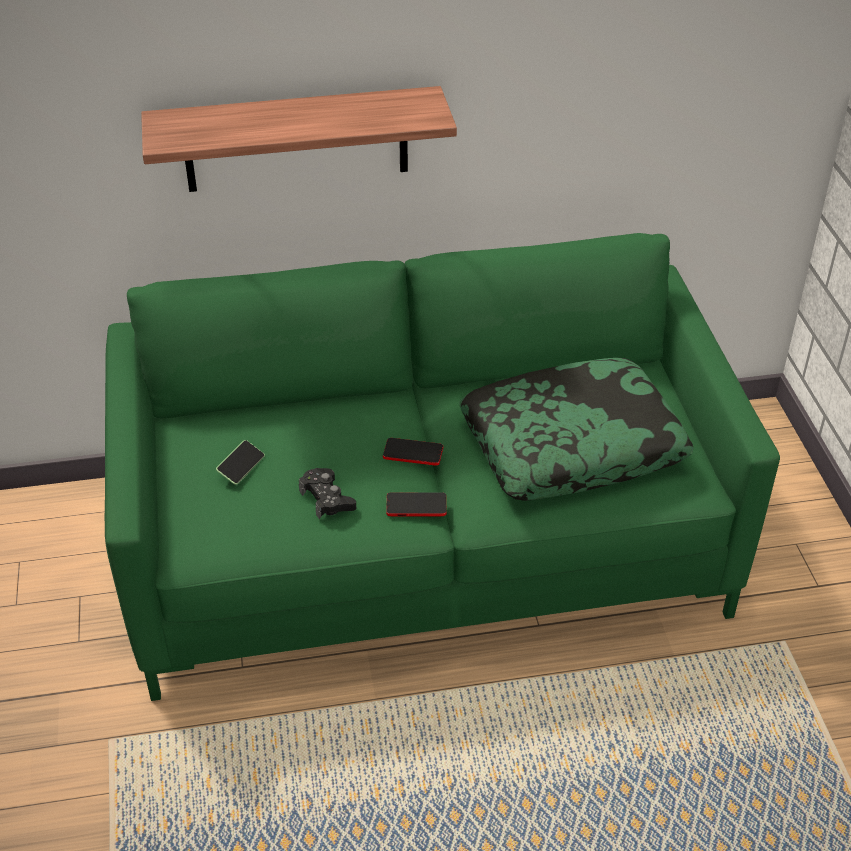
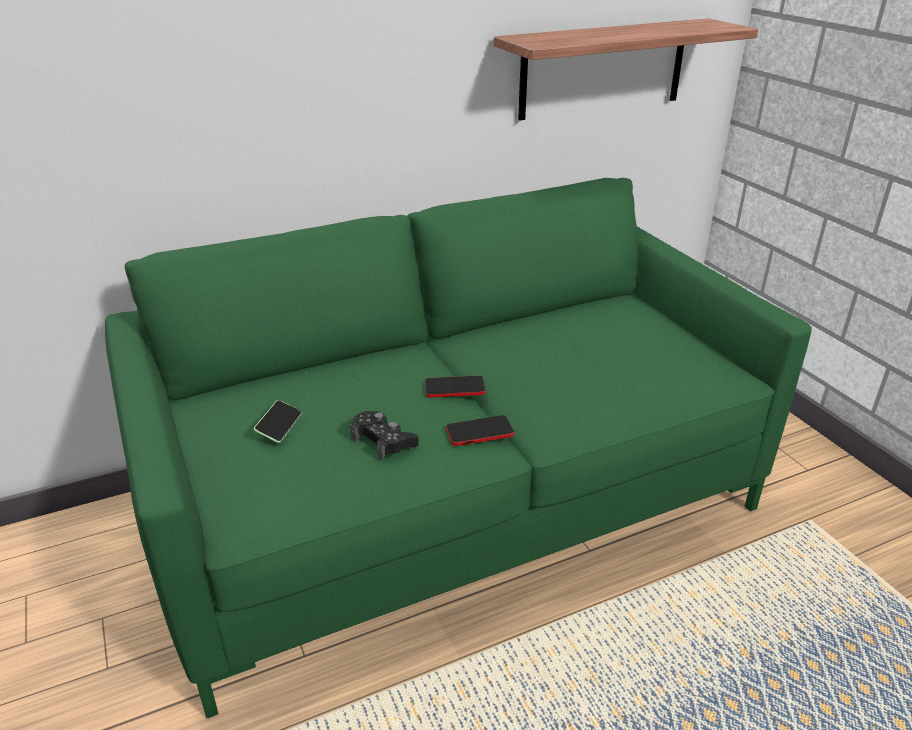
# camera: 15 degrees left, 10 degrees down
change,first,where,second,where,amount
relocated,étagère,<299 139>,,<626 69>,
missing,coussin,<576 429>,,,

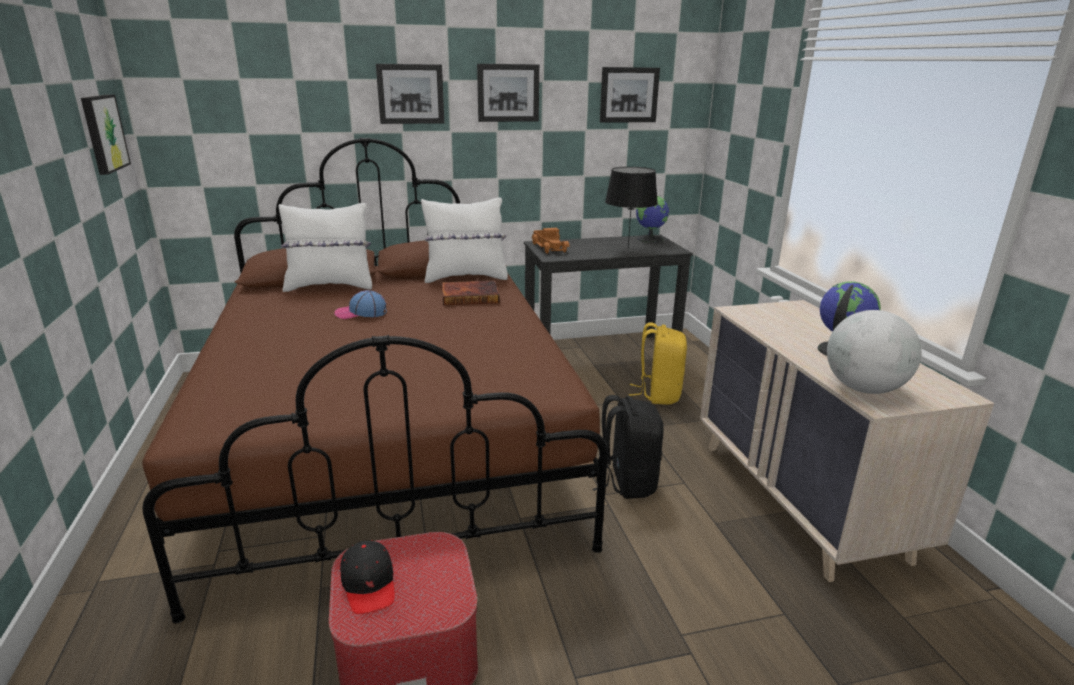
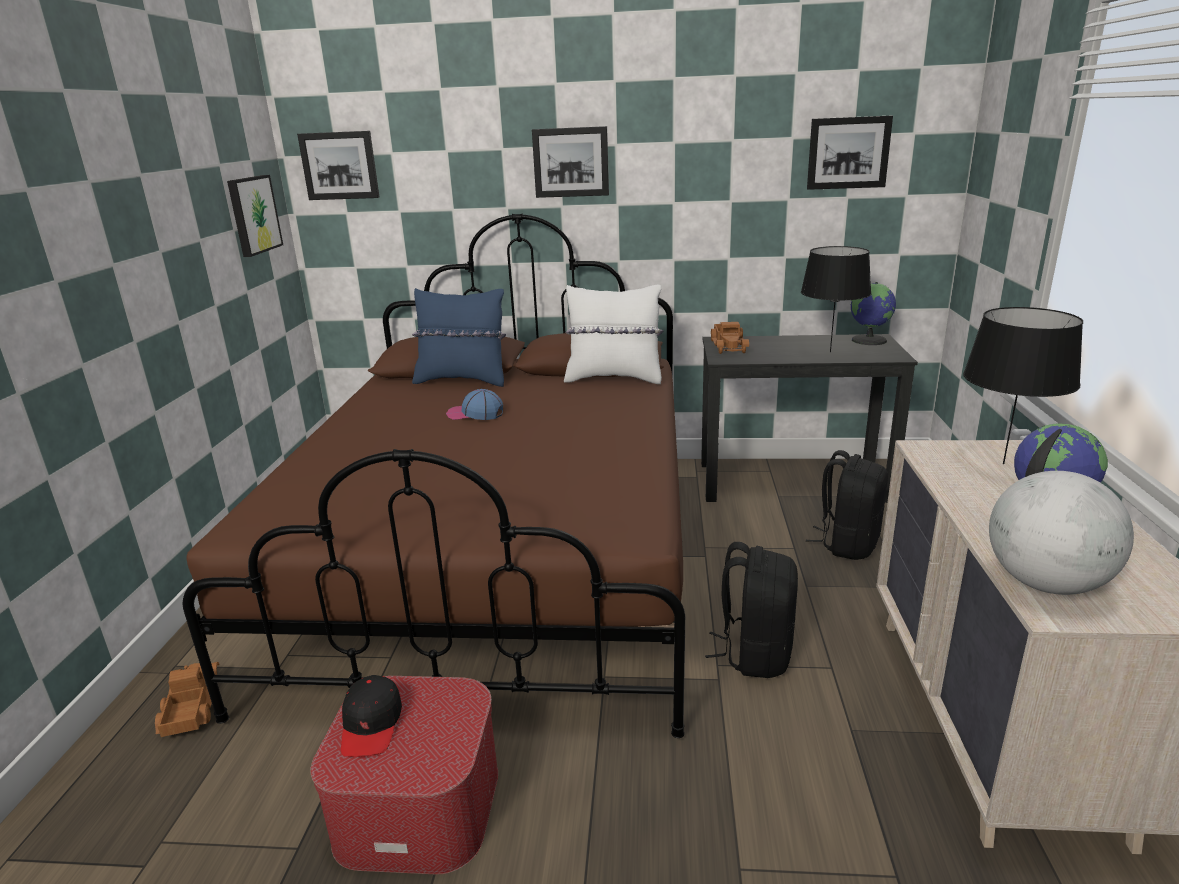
# camera: 20 degrees right, 0 degrees up
change,first,where,second,where,amount
appeared,,,camion jouet,<187 699>,
relocated,tableau,<508 93>,,<338 165>,
colour,coussin [blanc],<325 247>,coussin [bleu],<459 337>,
colour,sac à dos [jaune],<658 364>,sac à dos [noir],<847 505>,
appeared,,,lampe de table [noir],<1023 385>,
missing,livre,<470 293>,,,

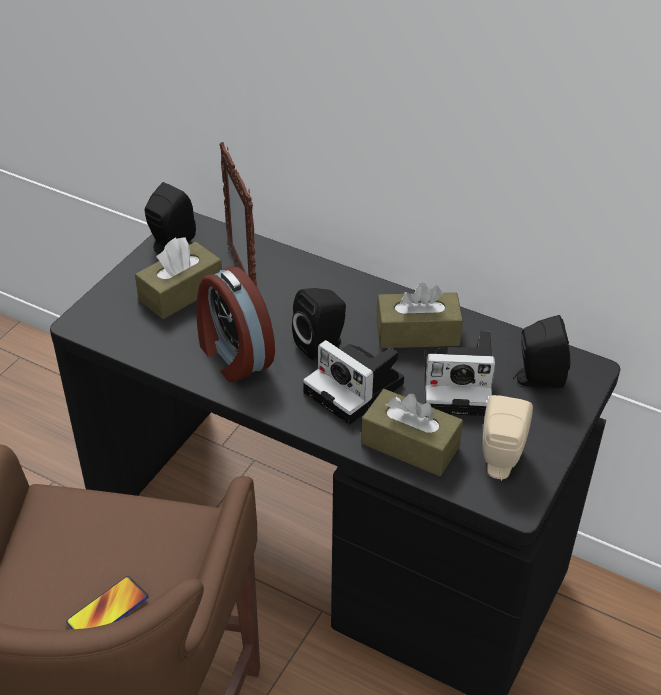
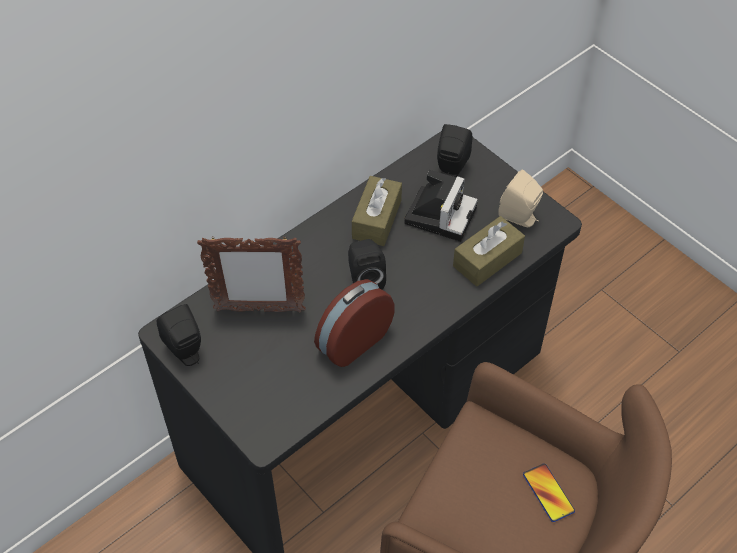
# camera: 70 degrees left, 10 degrees up
change,first,where,second,where,amount
spun,réveil,<236 324>,,<354 323>,150 degrees clockwise
missing,boîte à mouchoirs [marron],<178 278>,,,
missing,appareil photo,<353 382>,,,

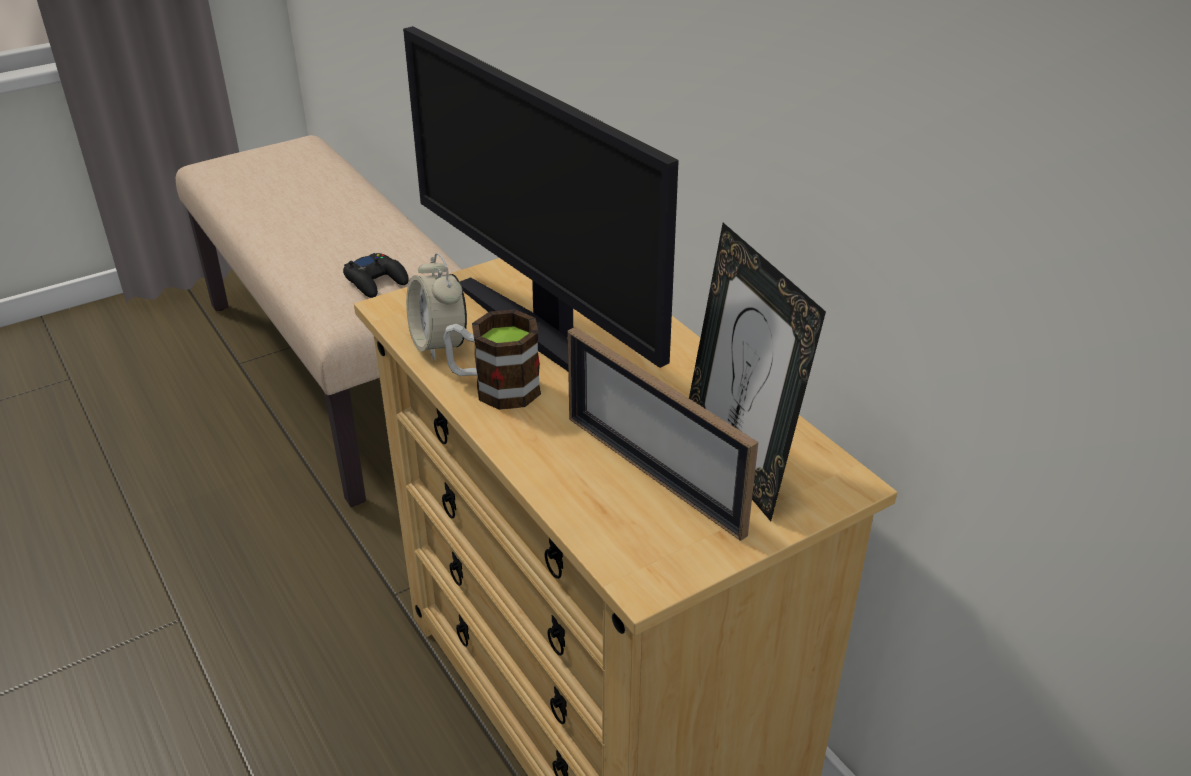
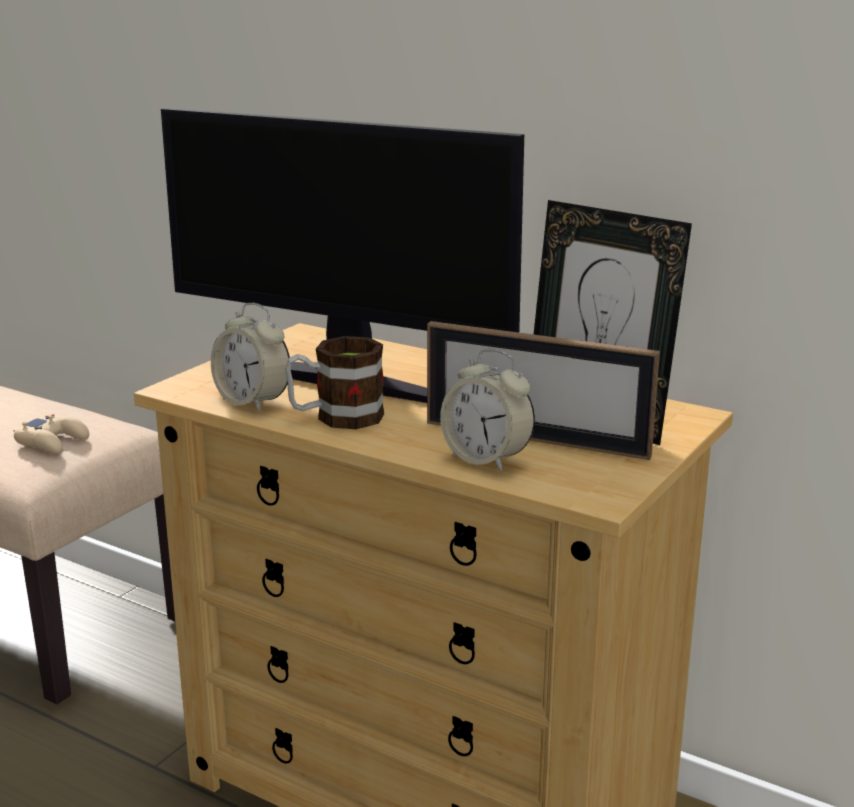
# camera: 25 degrees left, 15 degrees down
change,first,where,second,where,amount
colour,manette [noir],<376 275>,manette [beige],<51 434>,
appeared,,,réveil,<487 410>,

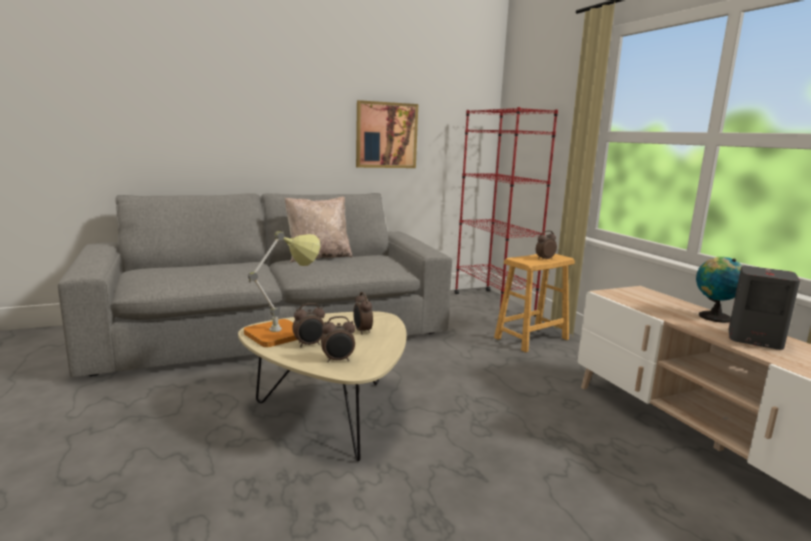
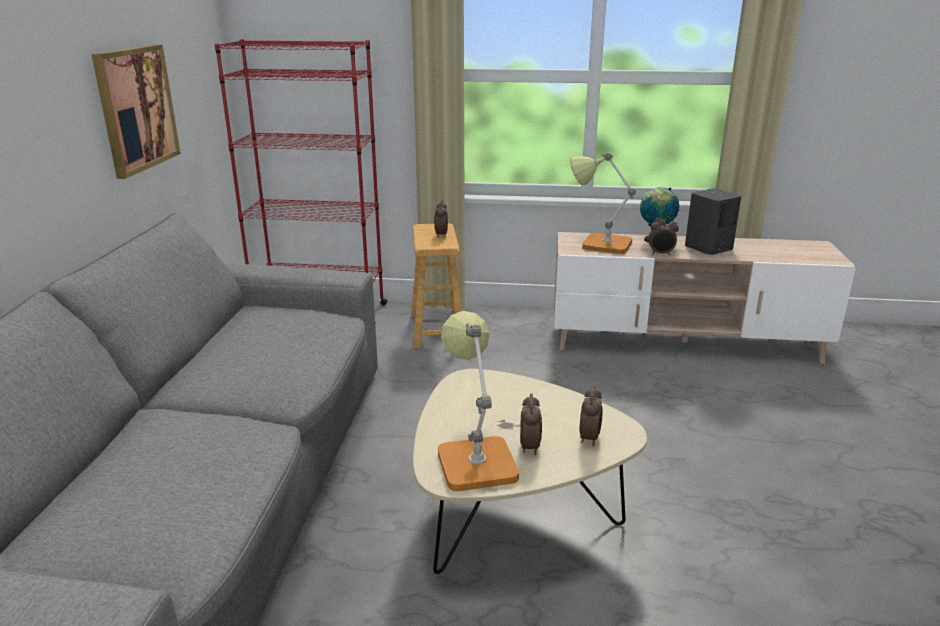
# camera: 60 degrees left, 10 degrees up
change,first,where,second,where,amount
appeared,,,lampe de table,<603 203>,
relocated,réveil,<363 313>,,<664 236>,
missing,coussin [beige],<319 230>,,,

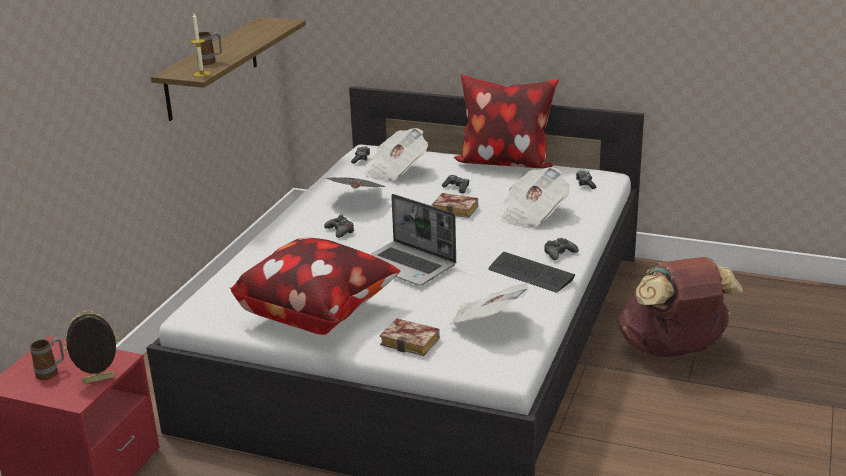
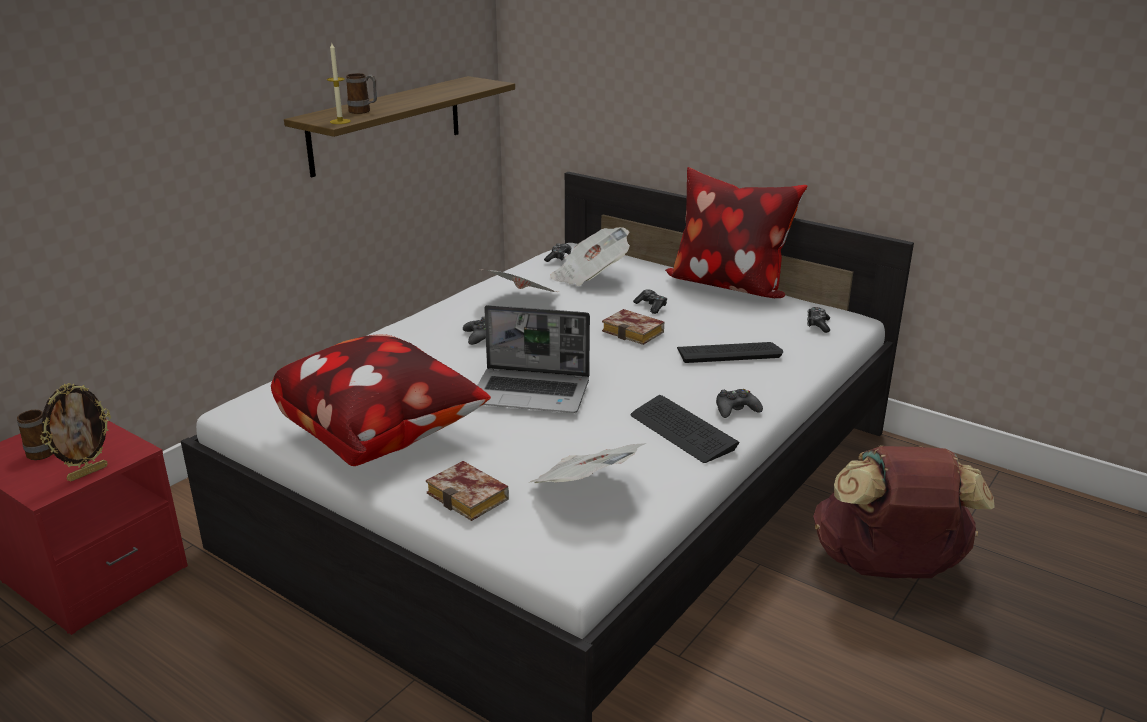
# camera: 15 degrees right, 0 degrees up
change,first,where,second,where,amount
spun,cadre photo,<91 346>,,<75 432>,135 degrees clockwise
spun,ordinateur portable,<413 240>,,<533 359>,45 degrees counterclockwise
exchanged,journal,<535 196>,clavier,<730 352>,

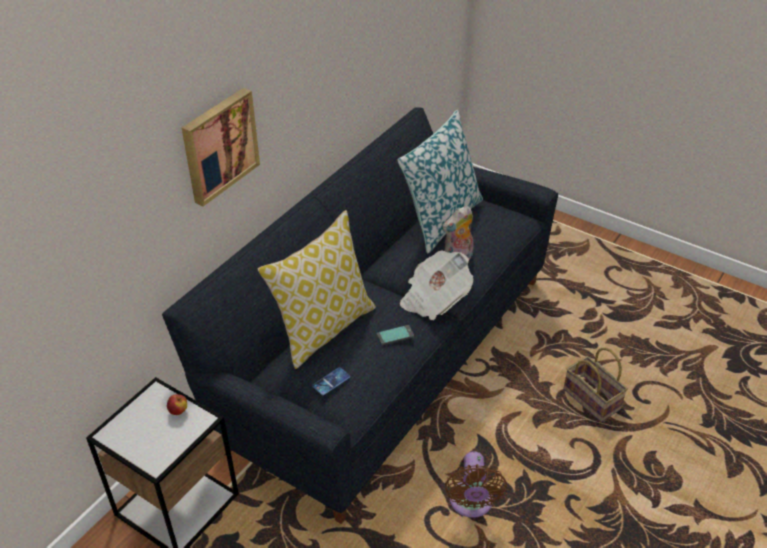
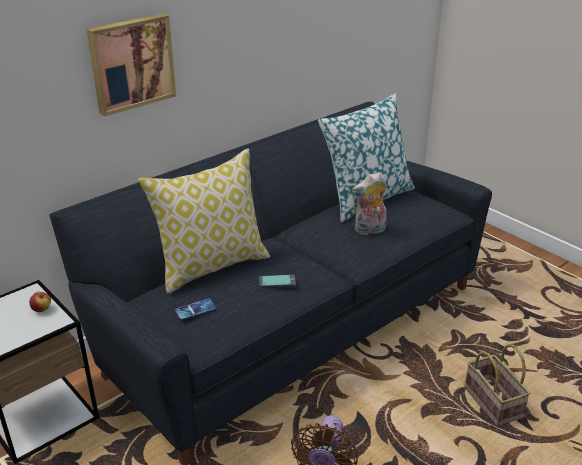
# camera: 15 degrees right, 10 degrees down
change,first,where,second,where,amount
missing,journal,<436 285>,,,

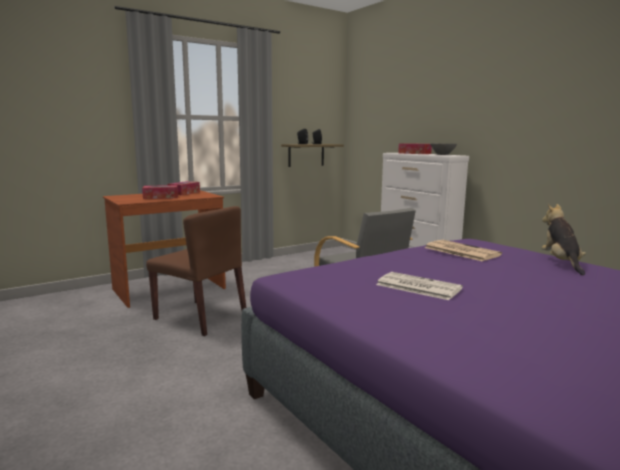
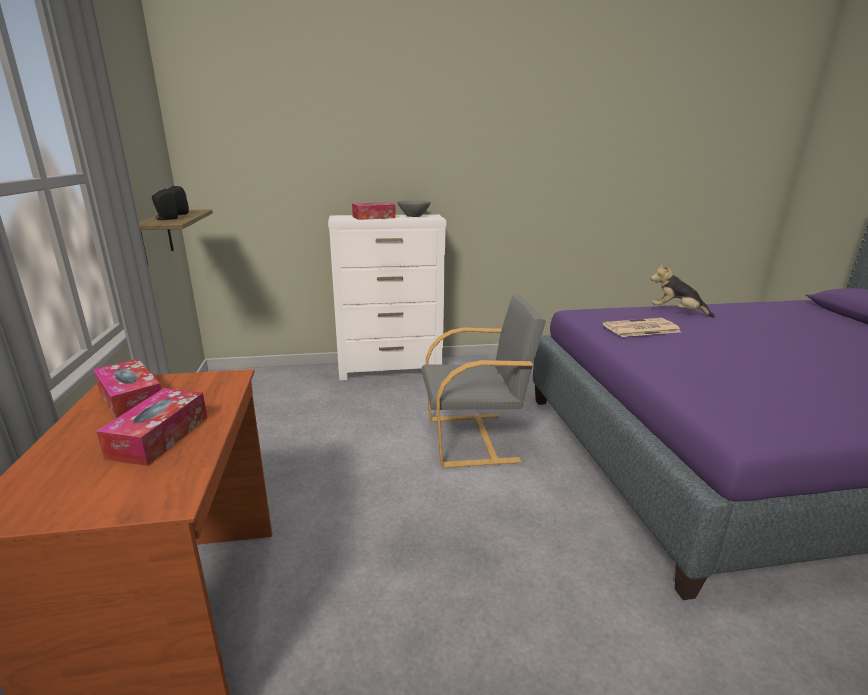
# camera: 65 degrees left, 10 degrees up
change,first,where,second,where,amount
missing,chaise [marron],<196 271>,,,
missing,journal,<419 286>,,,

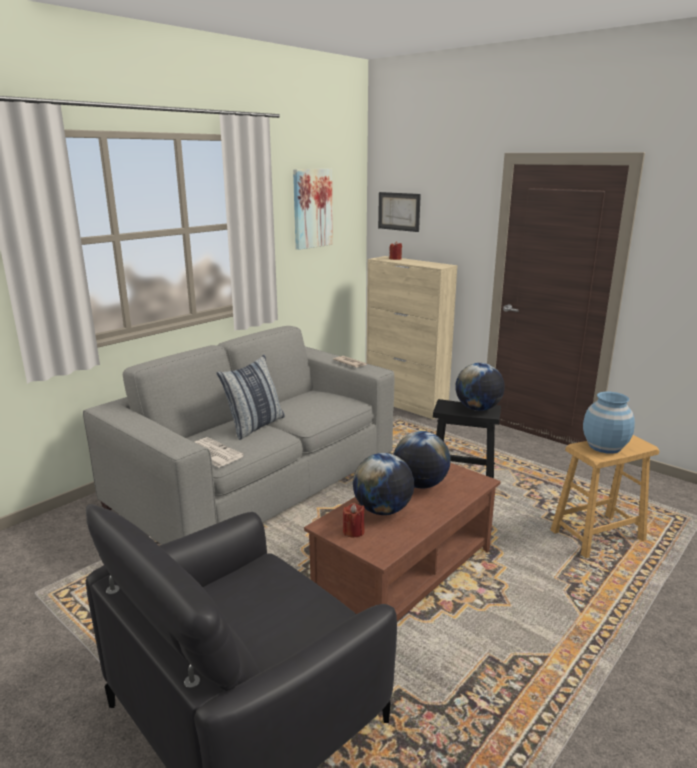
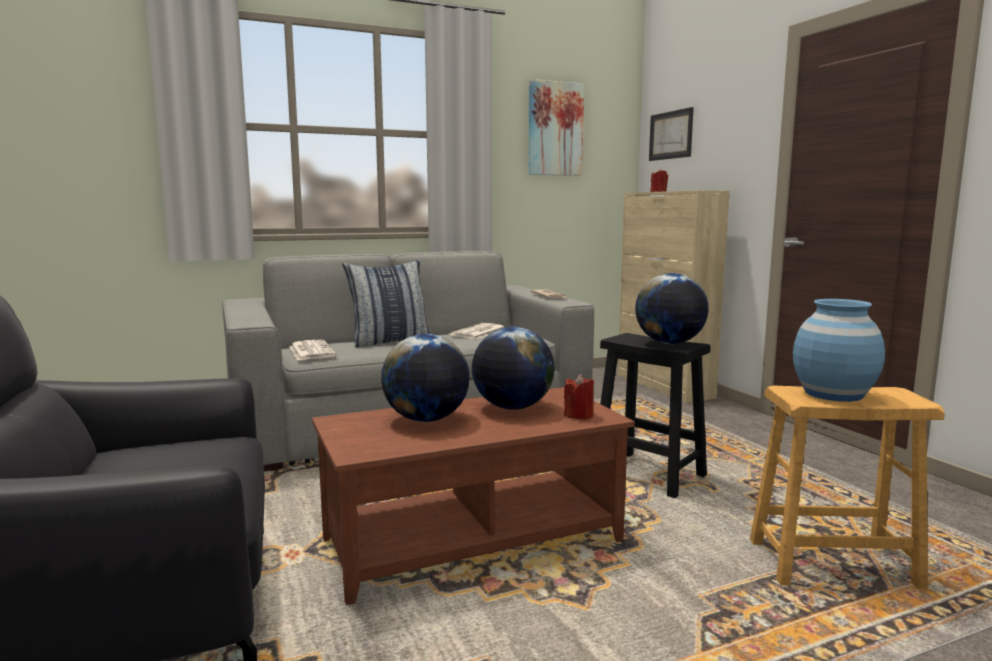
# camera: 25 degrees right, 10 degrees down
change,first,where,second,where,amount
appeared,,,journal,<476 331>,
relocated,bougie [rouge],<354 520>,,<579 396>,

